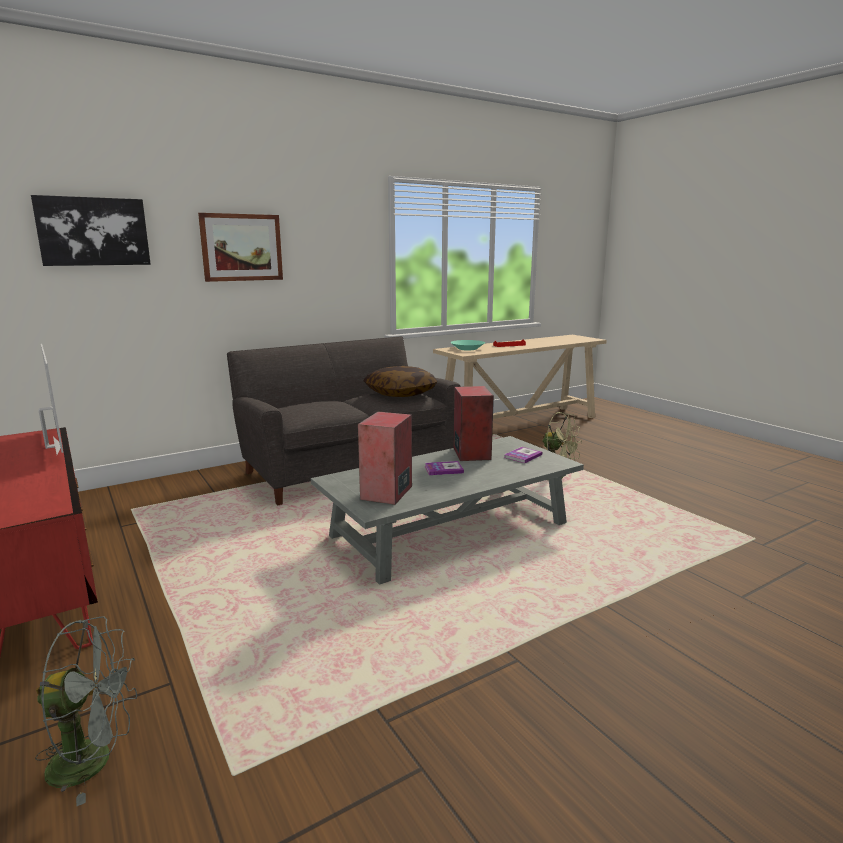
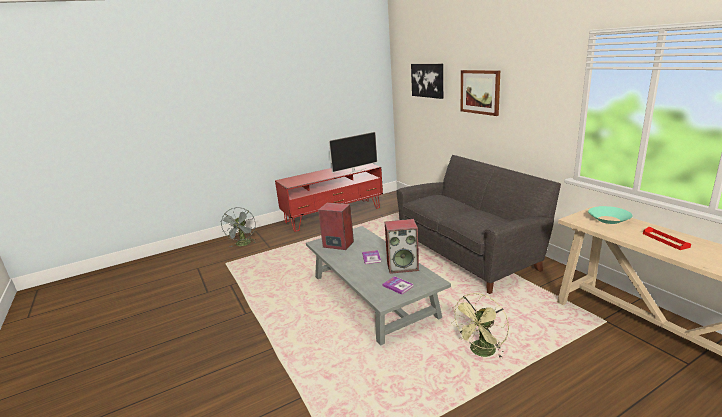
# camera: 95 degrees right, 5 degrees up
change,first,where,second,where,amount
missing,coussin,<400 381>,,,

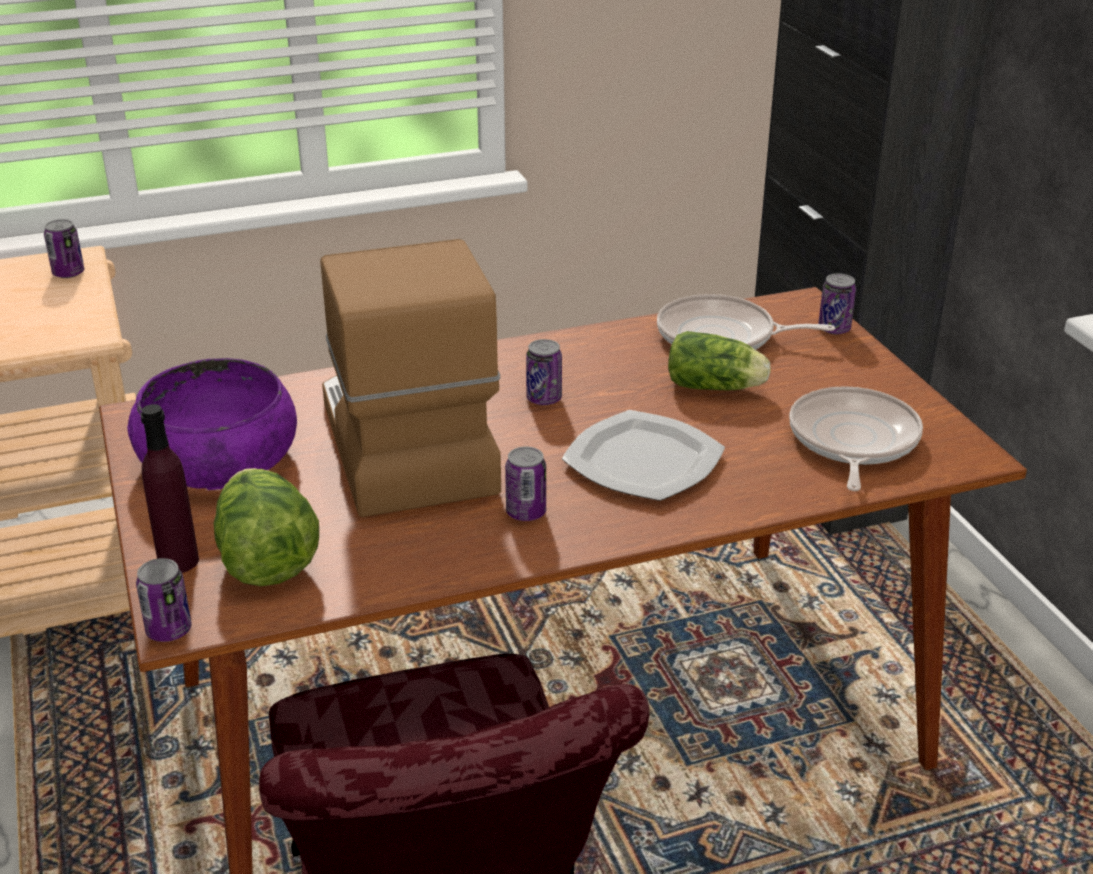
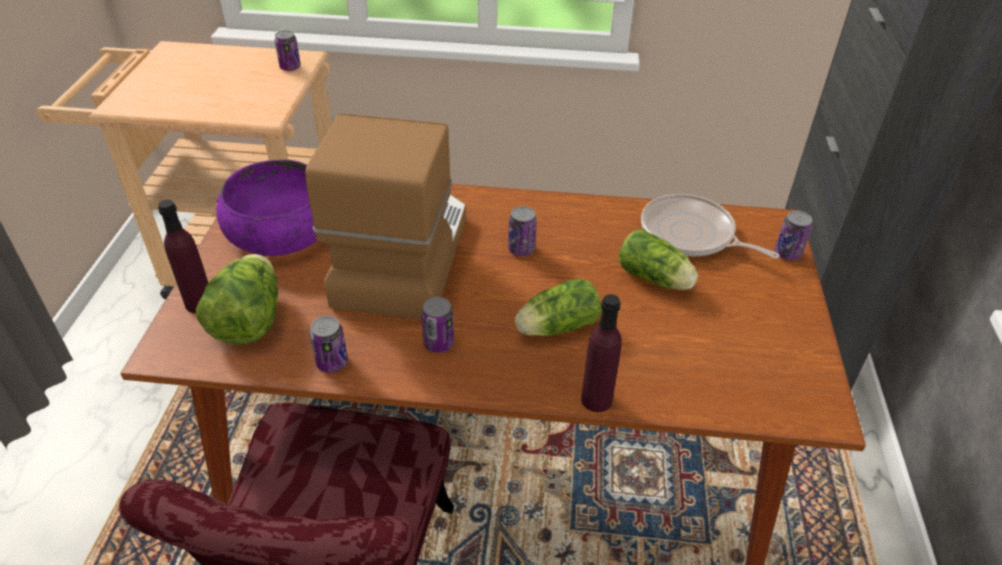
# camera: 25 degrees right, 10 degrees up
change,first,where,second,where,amount
relocated,boîte métallique,<164 600>,,<329 344>,
exchanged,assiette,<643 455>,laitue,<558 307>,
appeared,,,bouteille [violet],<601 353>,
missing,poêle,<856 438>,,,

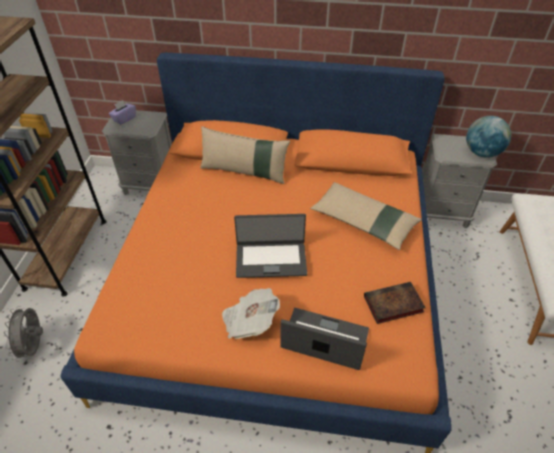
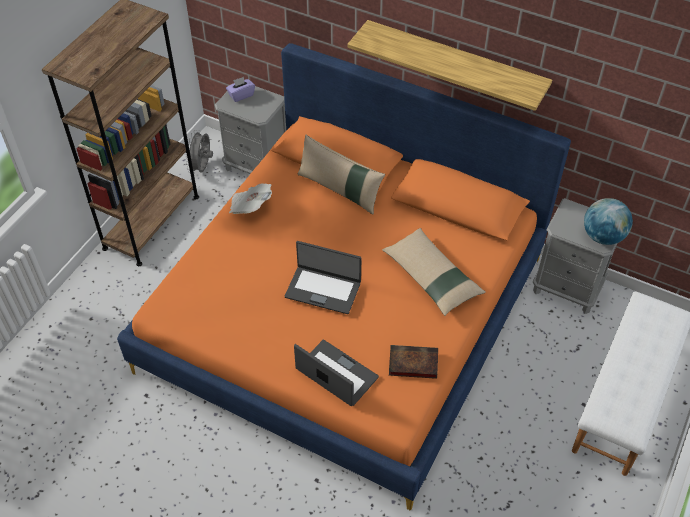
# camera: 20 degrees right, 5 degrees up
change,first,where,second,where,amount
relocated,ventilateur [gris],<23 334>,,<199 151>,
relocated,journal,<251 313>,,<250 198>,
appeared,,,étagère,<449 65>,

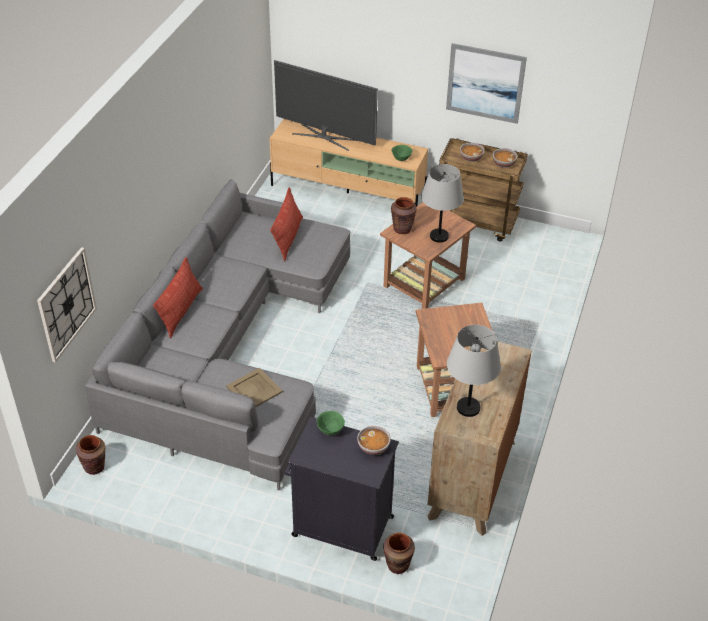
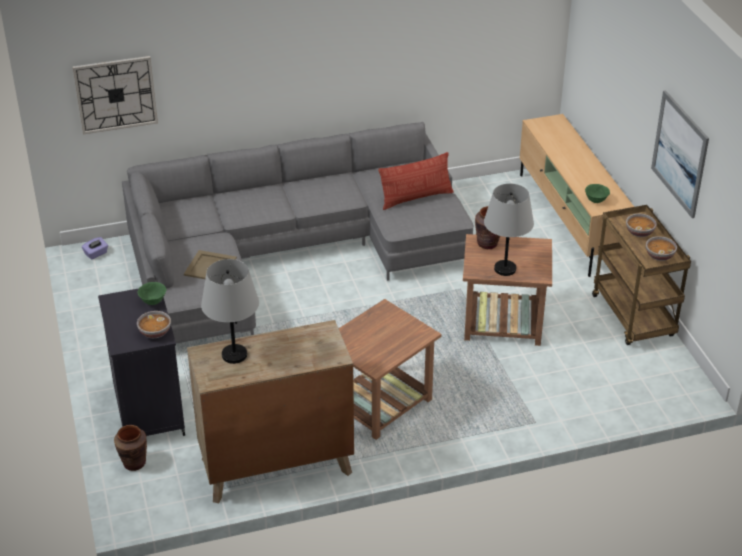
# camera: 55 degrees right, 5 degrees down
change,first,where,second,where,amount
exchanged,vase [marron],<90 455>,boîte à mouchoirs [violet],<95 248>,
missing,coussin,<178 297>,,,
missing,téléviseur,<326 105>,,,

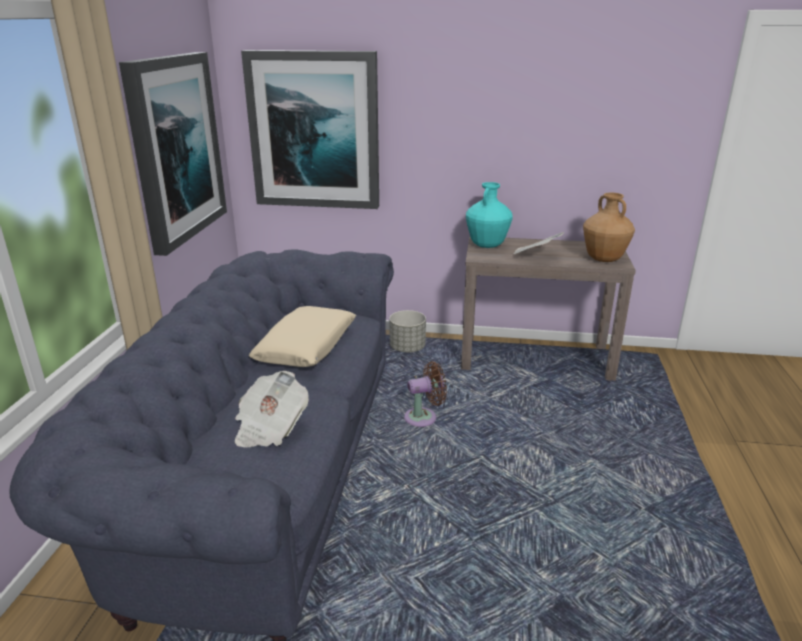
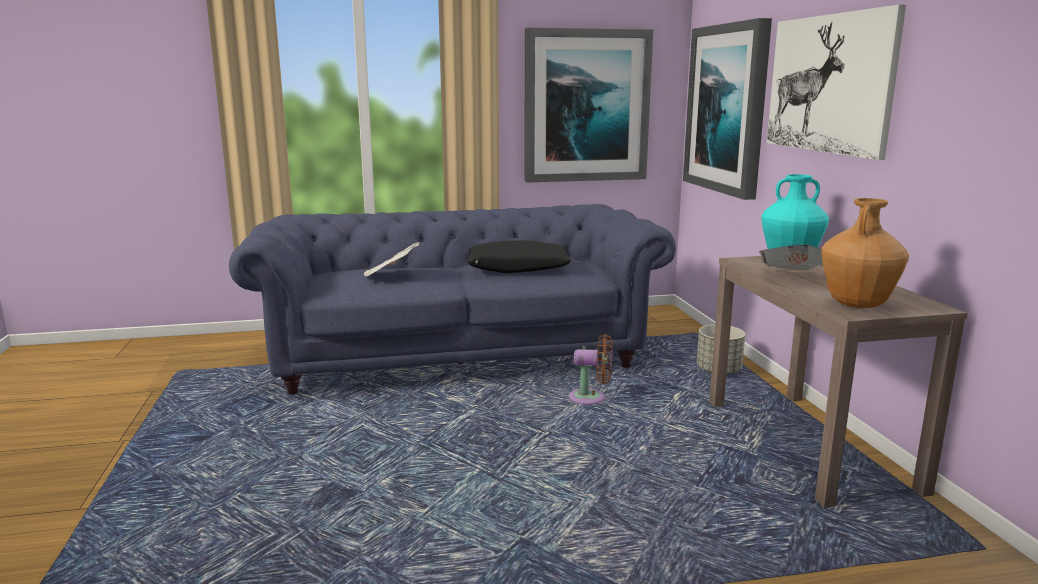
# camera: 70 degrees right, 10 degrees down
change,first,where,second,where,amount
colour,coussin [beige],<302 336>,coussin [noir],<519 256>,
spun,ventilateur [marron],<425 394>,,<591 369>,45 degrees counterclockwise
appeared,,,tableau,<836 82>,

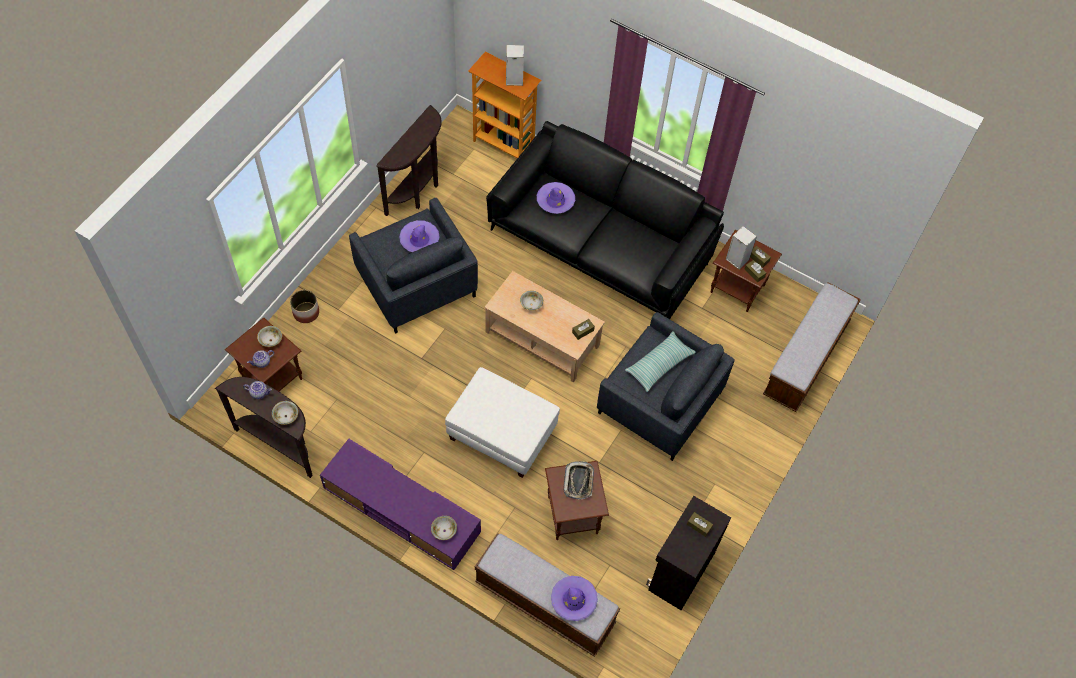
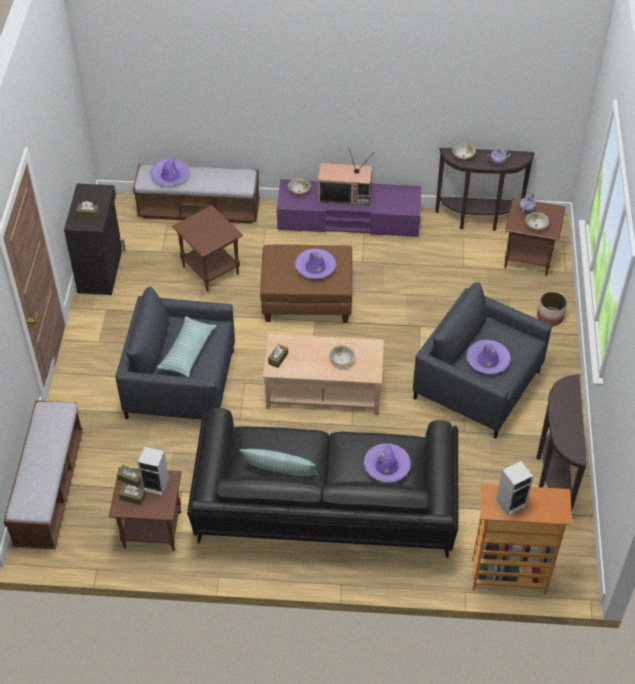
# camera: 155 degrees right, 10 degrees down
change,first,where,second,where,amount
appeared,,,coussin,<279 462>,
colour,pouf [blanc],<502 422>,pouf [marron],<306 283>,
appeared,,,chapeau [violet],<315 264>,
appeared,,,téléviseur,<346 177>,
missing,plateau,<578 480>,,,

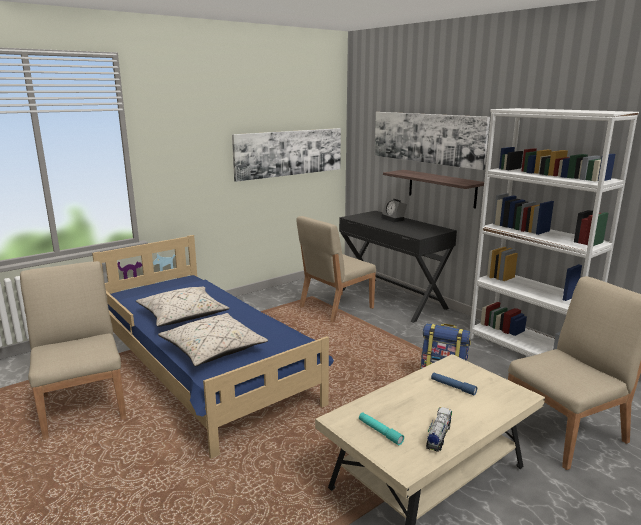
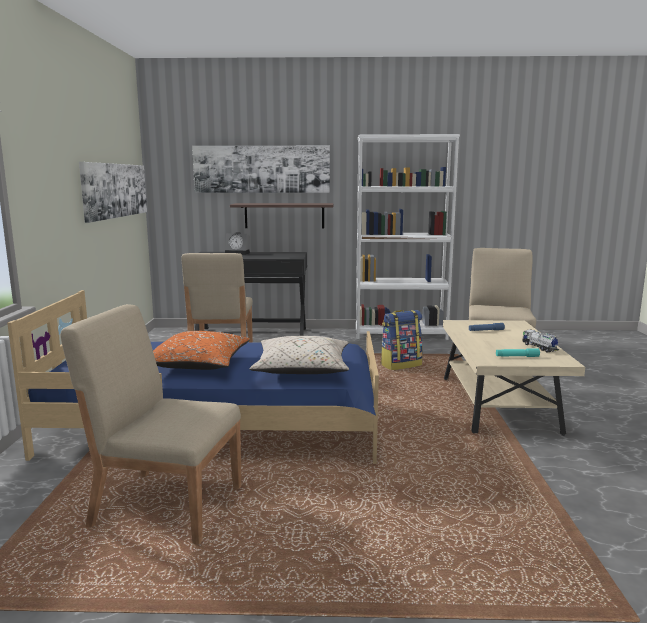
# camera: 50 degrees left, 5 degrees down
change,first,where,second,where,amount
colour,coussin [beige],<182 307>,coussin [orange],<201 350>,

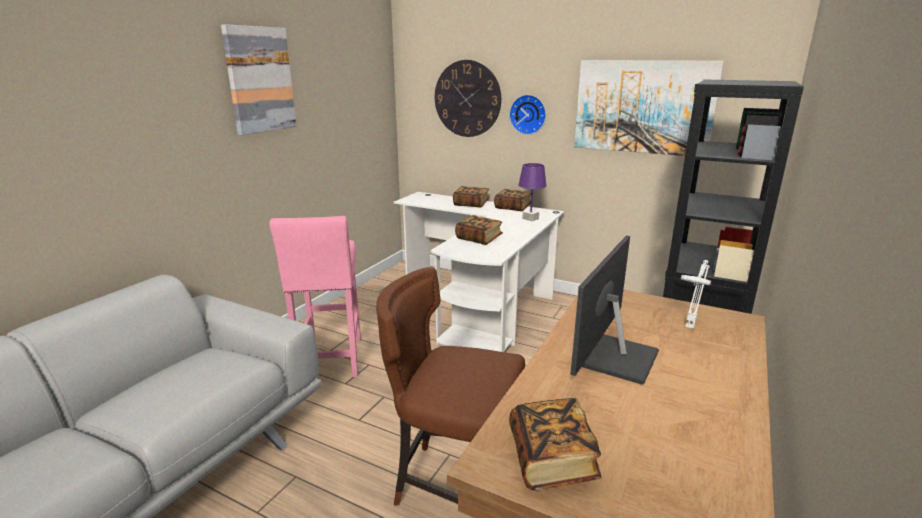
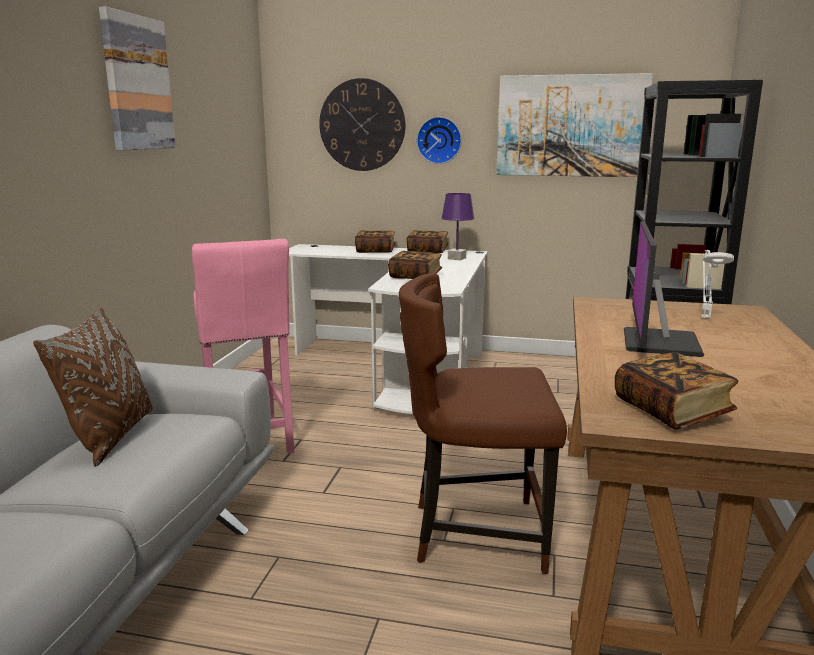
# camera: 15 degrees left, 5 degrees down
change,first,where,second,where,amount
appeared,,,coussin [marron],<92 386>,

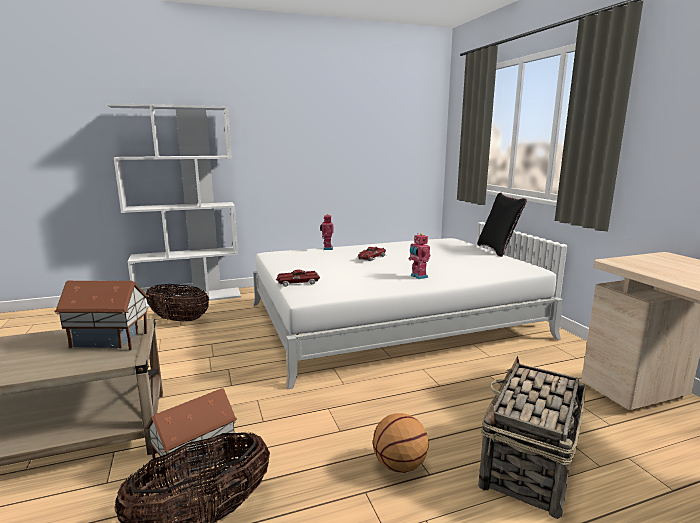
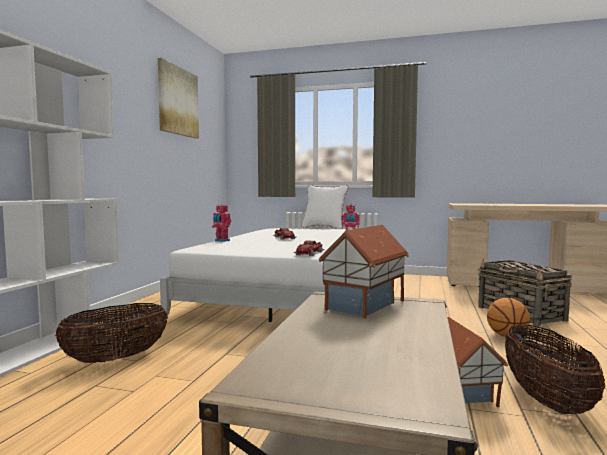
# camera: 55 degrees left, 10 degrees down
change,first,where,second,where,amount
appeared,,,tableau,<178 98>,
colour,coussin [noir],<502 224>,coussin [blanc],<324 207>,

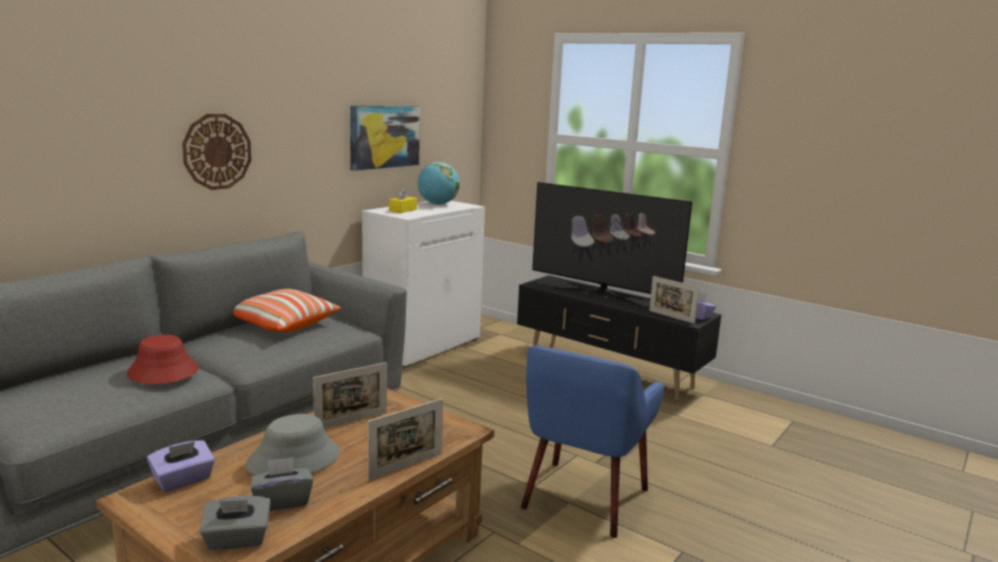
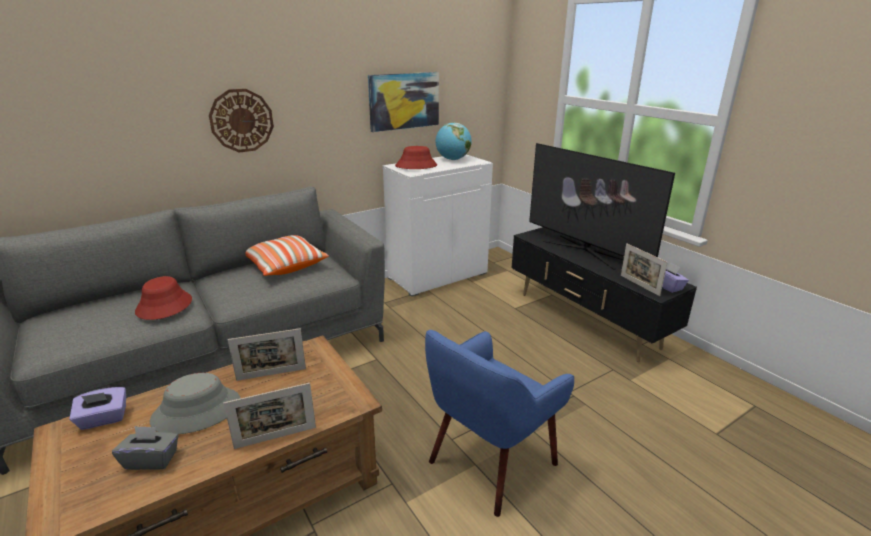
# camera: 20 degrees right, 10 degrees up
change,first,where,second,where,amount
exchanged,boîte à mouchoirs [jaune],<403 200>,chapeau [rouge],<416 157>,
missing,boîte à mouchoirs [gris],<235 523>,,,

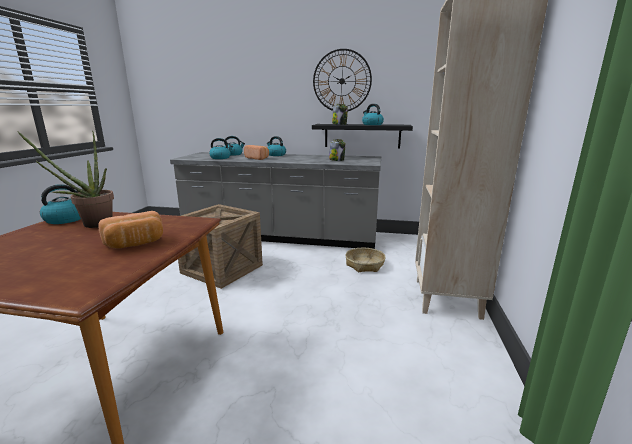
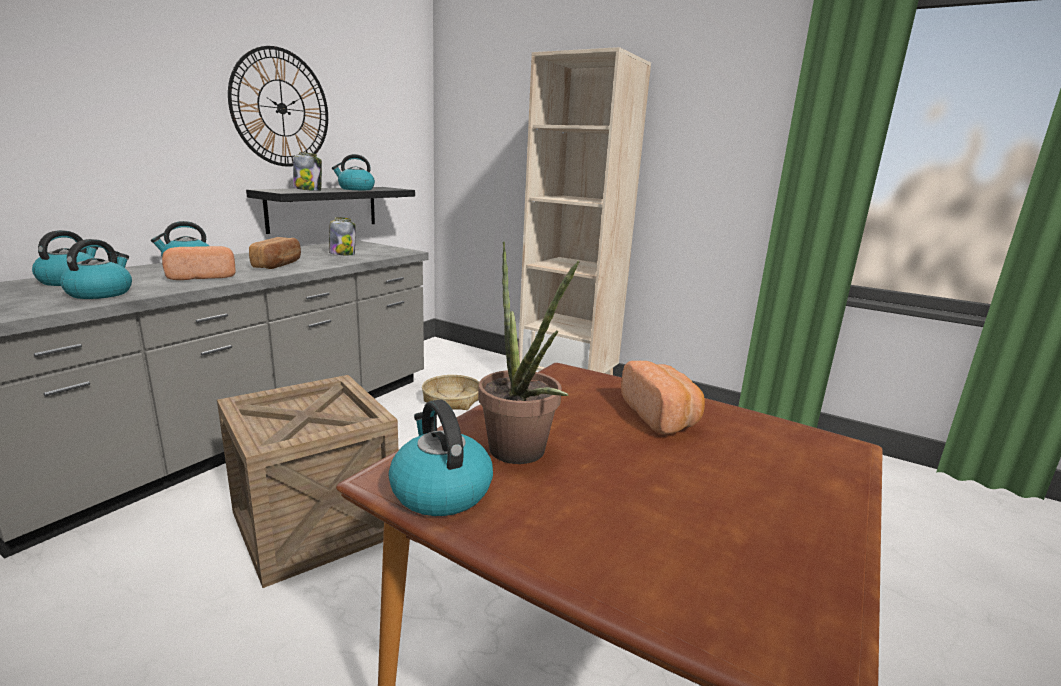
# camera: 70 degrees left, 0 degrees up
change,first,where,second,where,amount
appeared,,,pain,<275 253>,

